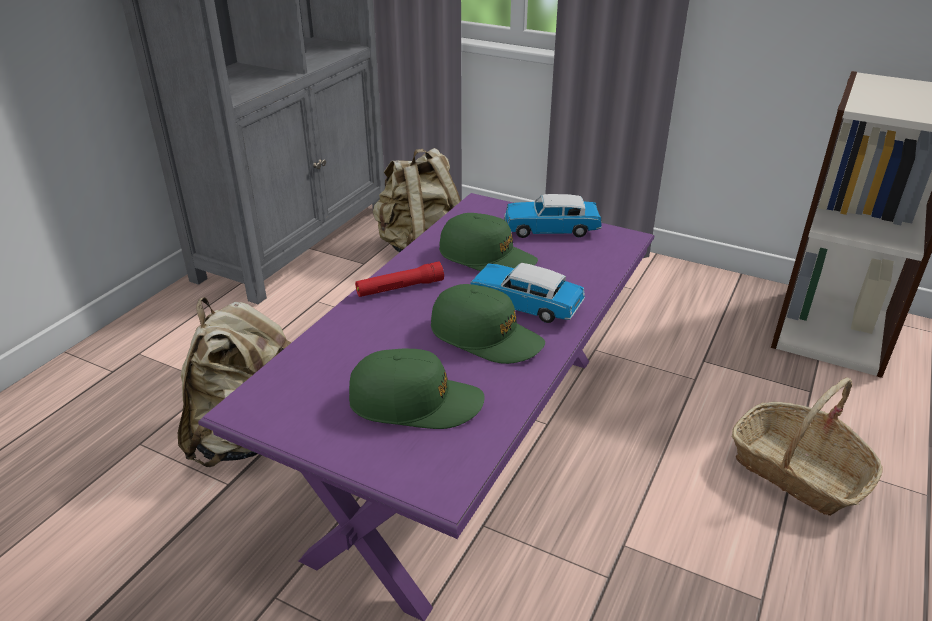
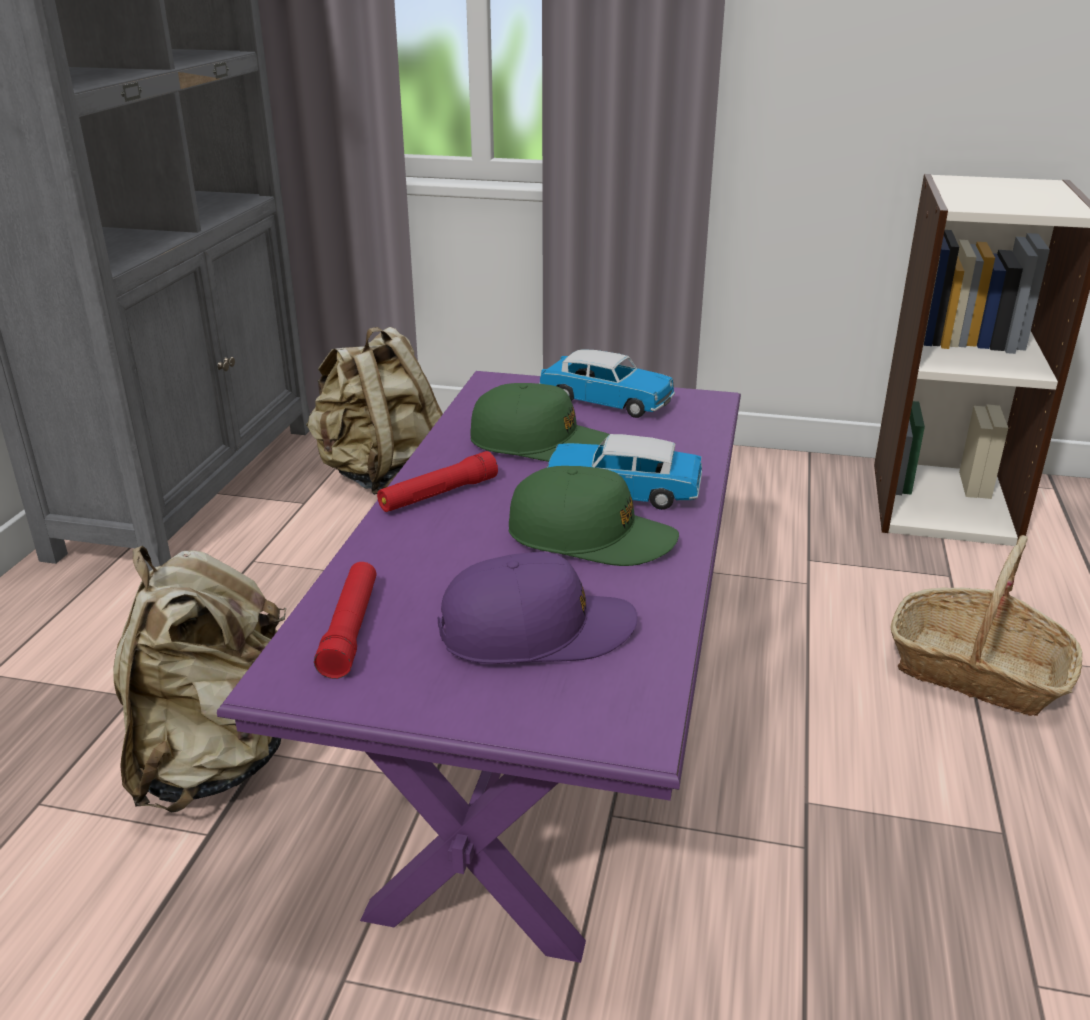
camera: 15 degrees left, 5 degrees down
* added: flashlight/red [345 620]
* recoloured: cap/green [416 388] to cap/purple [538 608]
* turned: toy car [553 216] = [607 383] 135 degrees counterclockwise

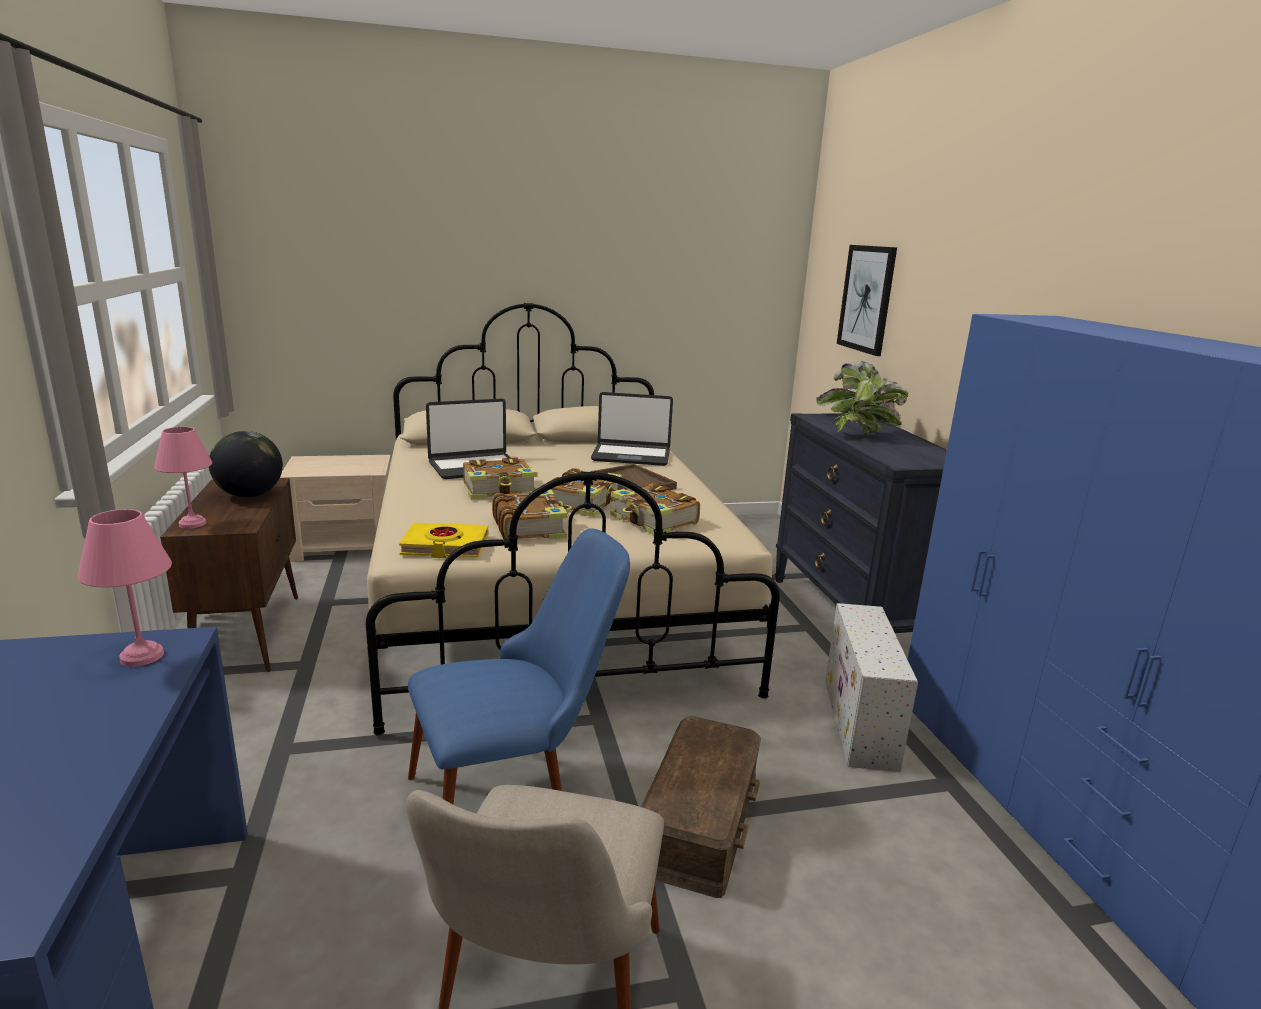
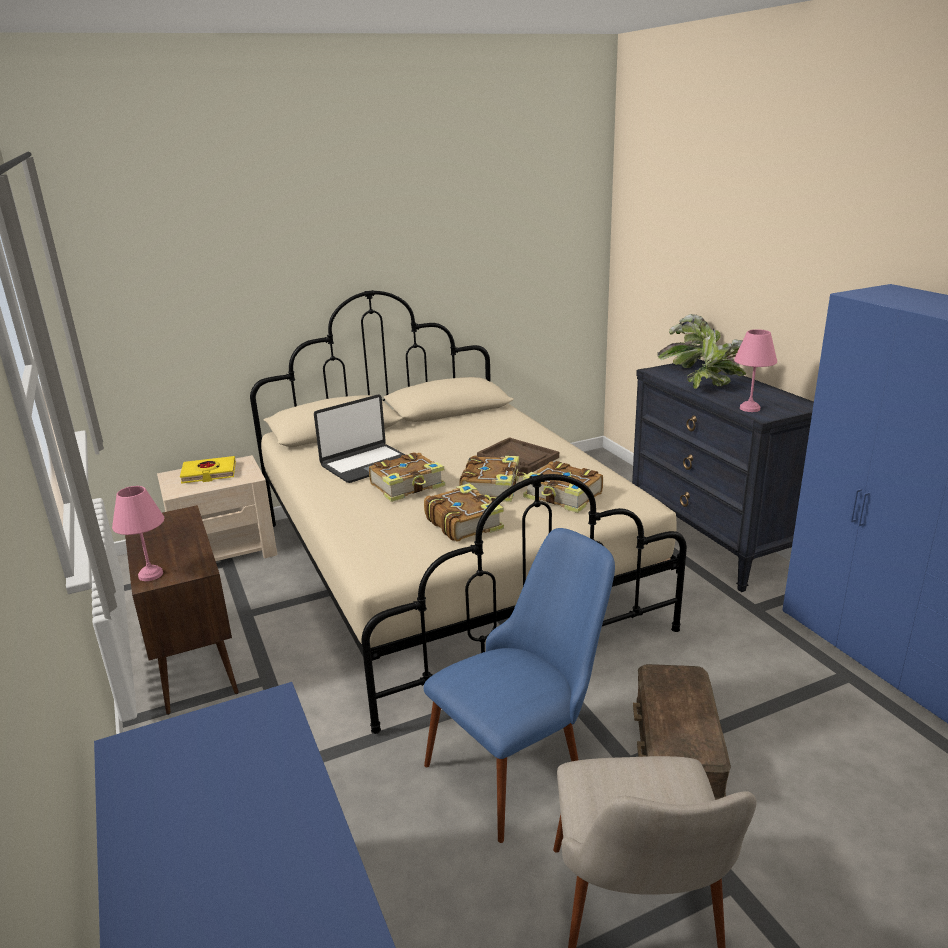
camera: 10 degrees left, 5 degrees up
* moved: book/yellow [443 540] to [208 470]
* moved: table lamp/pink [124 588] to [755 370]
* removed: globe [246 464]
* removed: laptop [632 429]
* removed: storage box/white [871 687]
* removed: picture [867 300]

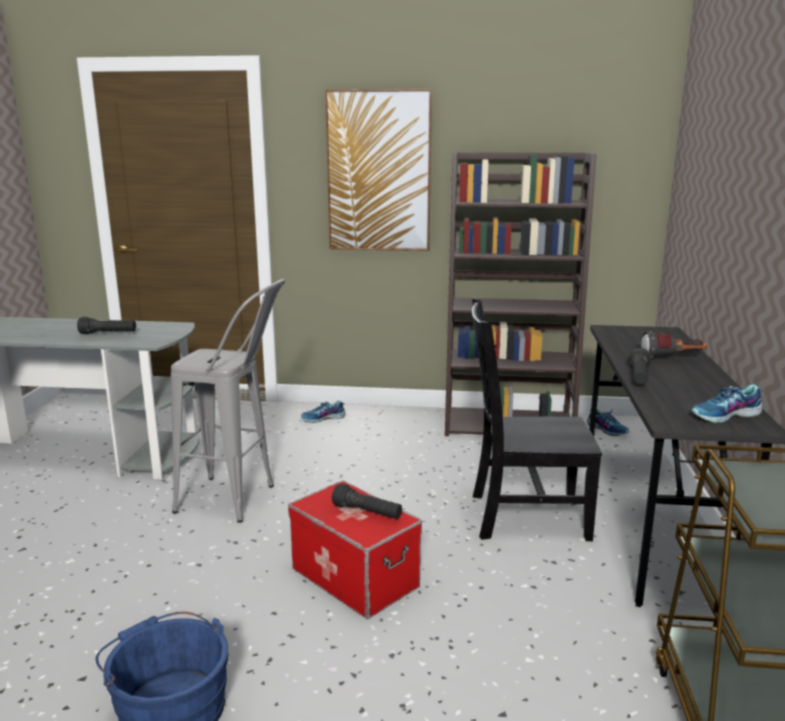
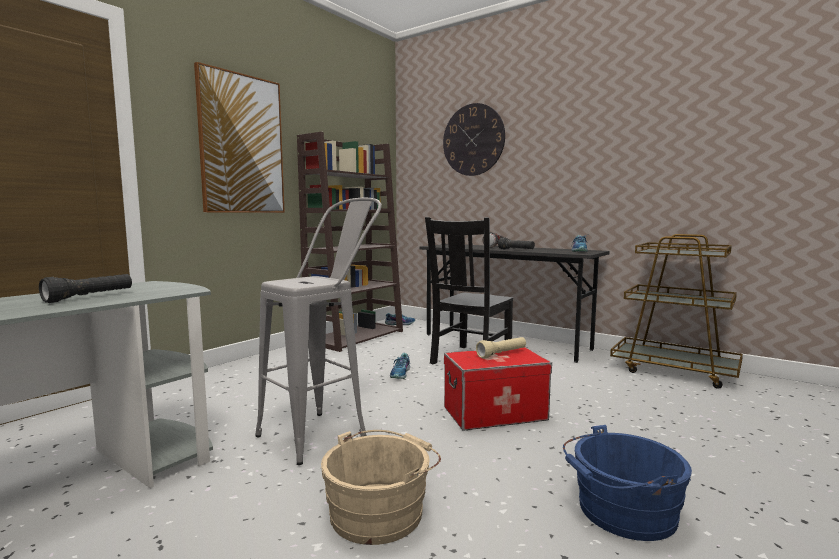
camera: 60 degrees left, 10 degrees down
* added: bucket/beige [381 487]
* moved: shoe [323 411] to [400 366]
* added: wall clock [474 139]
* recoloured: flashlight/black [367 501] to flashlight/beige [501 348]

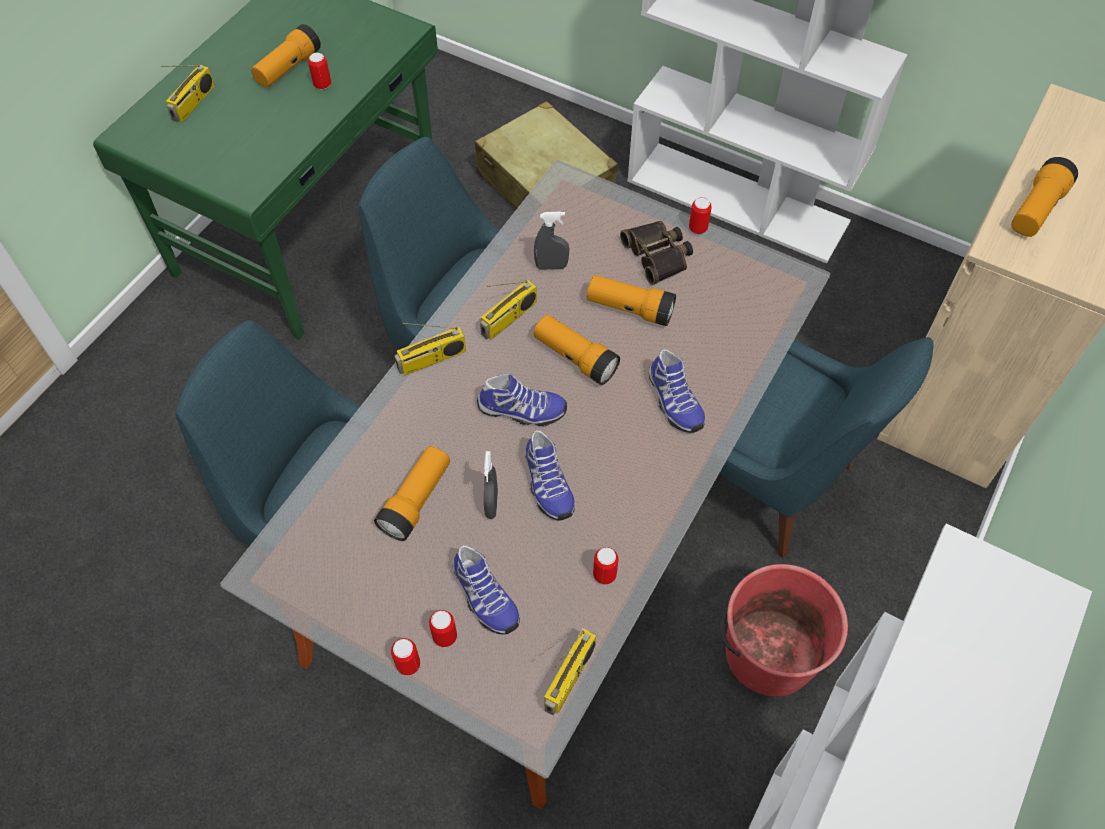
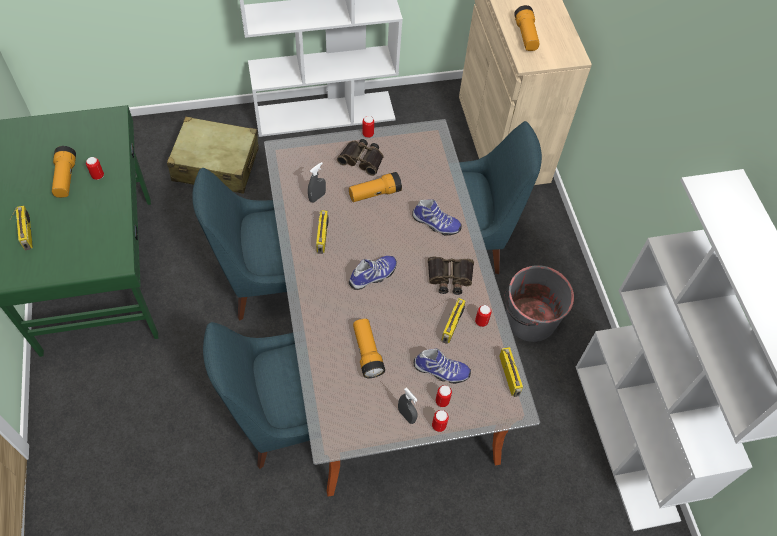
camera: 45 degrees left, 0 degrees up
* moved: spray bottle/grey [491 485] to [408 406]
* added: binoculars [451 275]
* moved: radio [430 349] to [454 321]
* recoloured: bucket/red [784 630] to bucket/grey [539 303]
* removed: shoe [550 475]
* removed: flashlight [577 350]

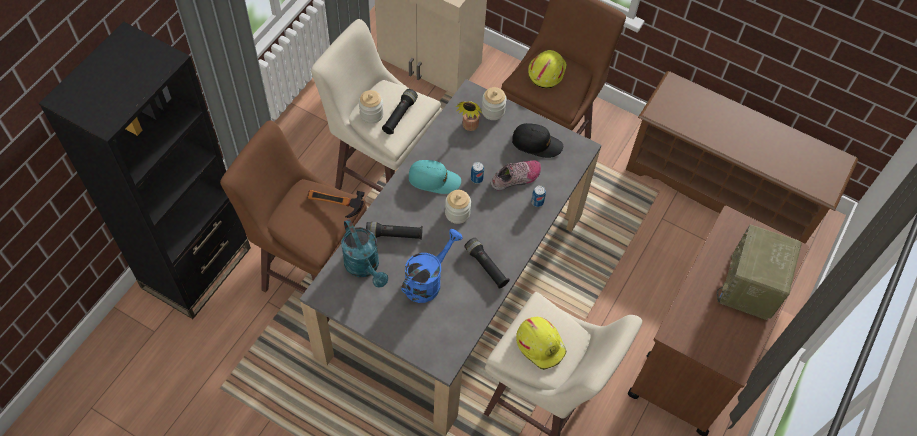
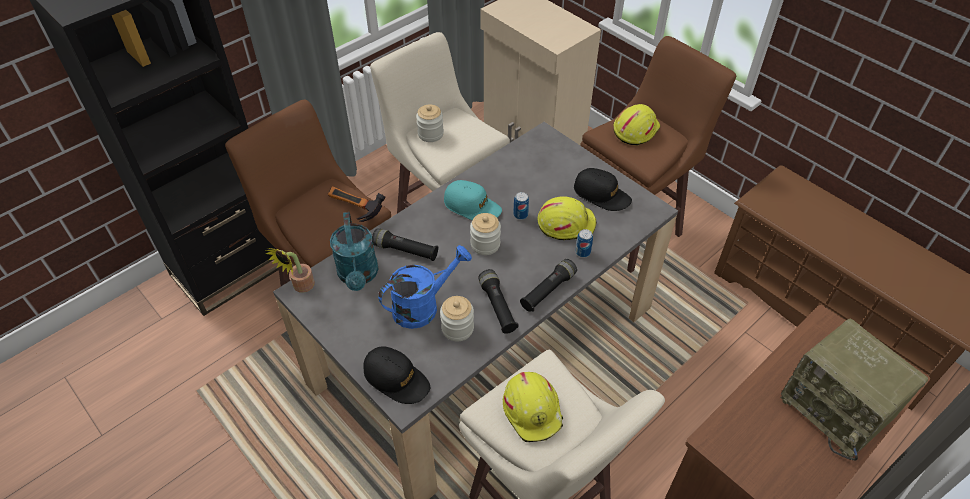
camera: 20 degrees right, 10 degrees down
* moved: potted plant [469 116] to [290 270]
* added: cap/black [396 375]
* moved: jar [494 103] to [457 318]
* moved: flashlight/black [400 112] to [548 285]
* replaced: shoe [516 175] to hard hat/yellow [567 218]
* turned: radio [759 272] = [854 390] 75 degrees counterclockwise

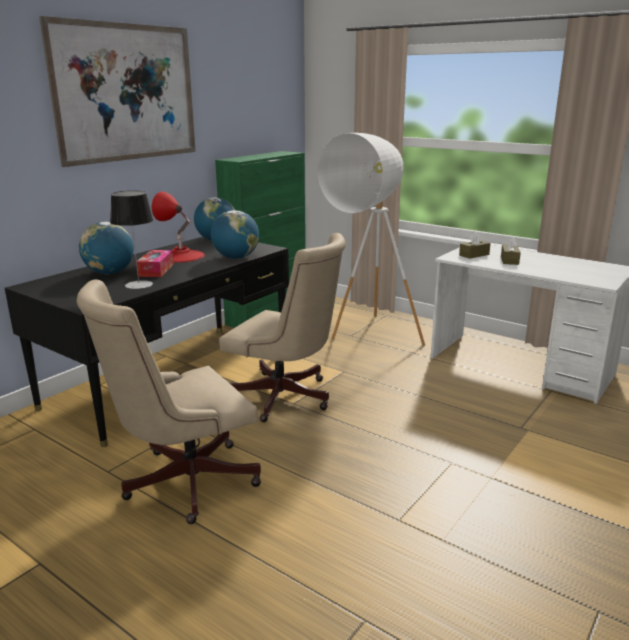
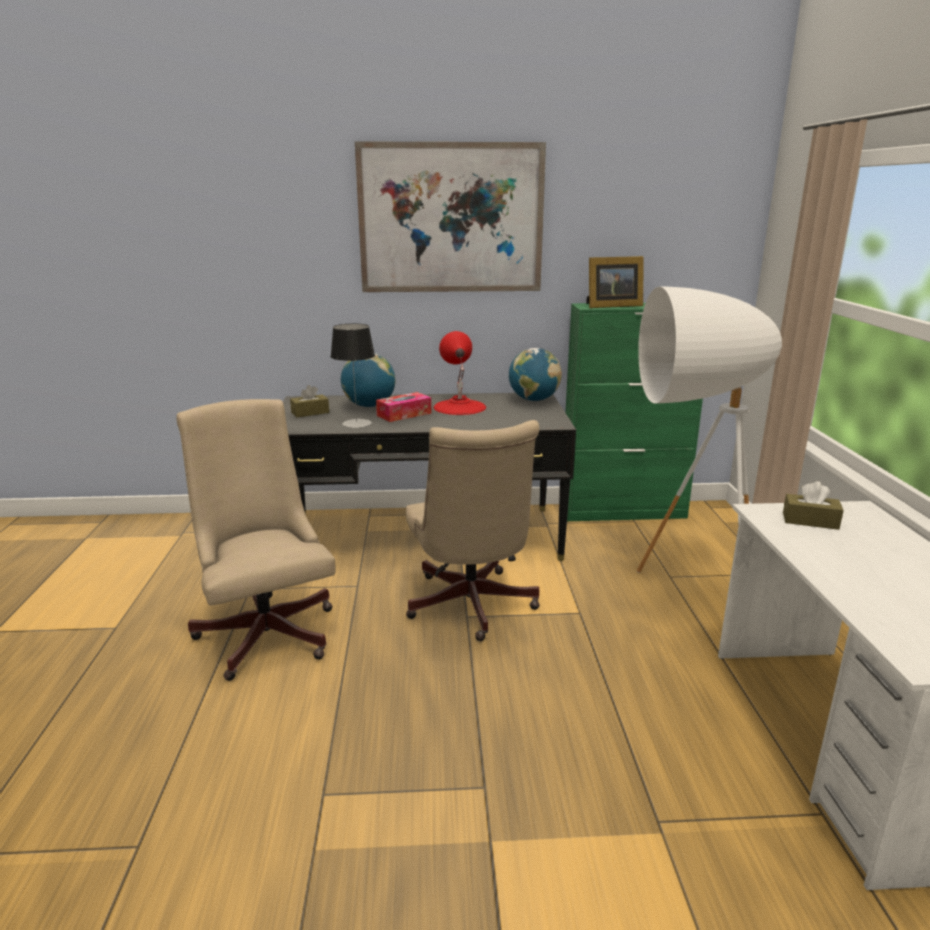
camera: 50 degrees right, 0 degrees up
* turned: office chair/beige [169 401] = [256 540] 45 degrees clockwise
* moved: tissue box/brown [511 251] to [309 401]
* added: picture frame [615 282]
* removed: globe [235 234]

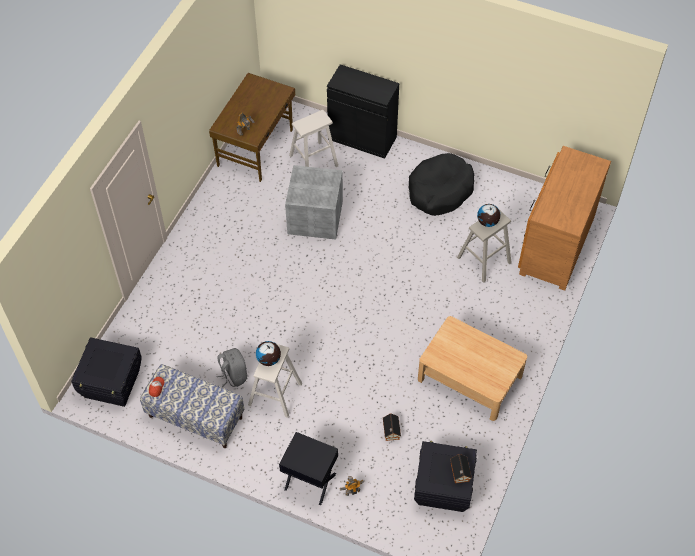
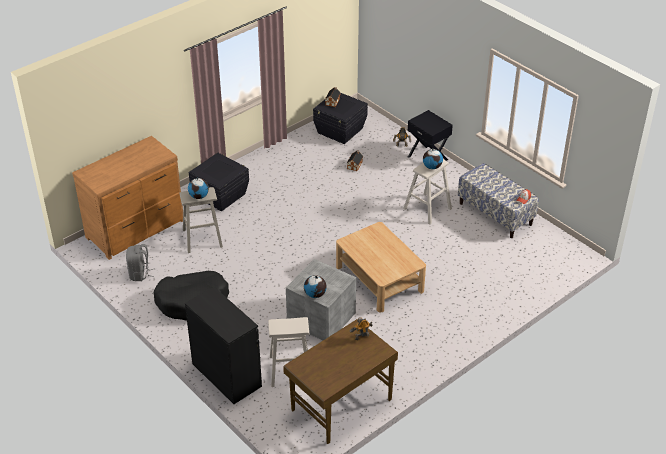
camera: 155 degrees left, 15 degrees down
* moved: backpack/grey [231 367] to [140 262]
* moved: storage box/black [106 372] to [219 182]
* added: globe [315 286]
* moved: coffee table/beige [472 368] to [381 267]

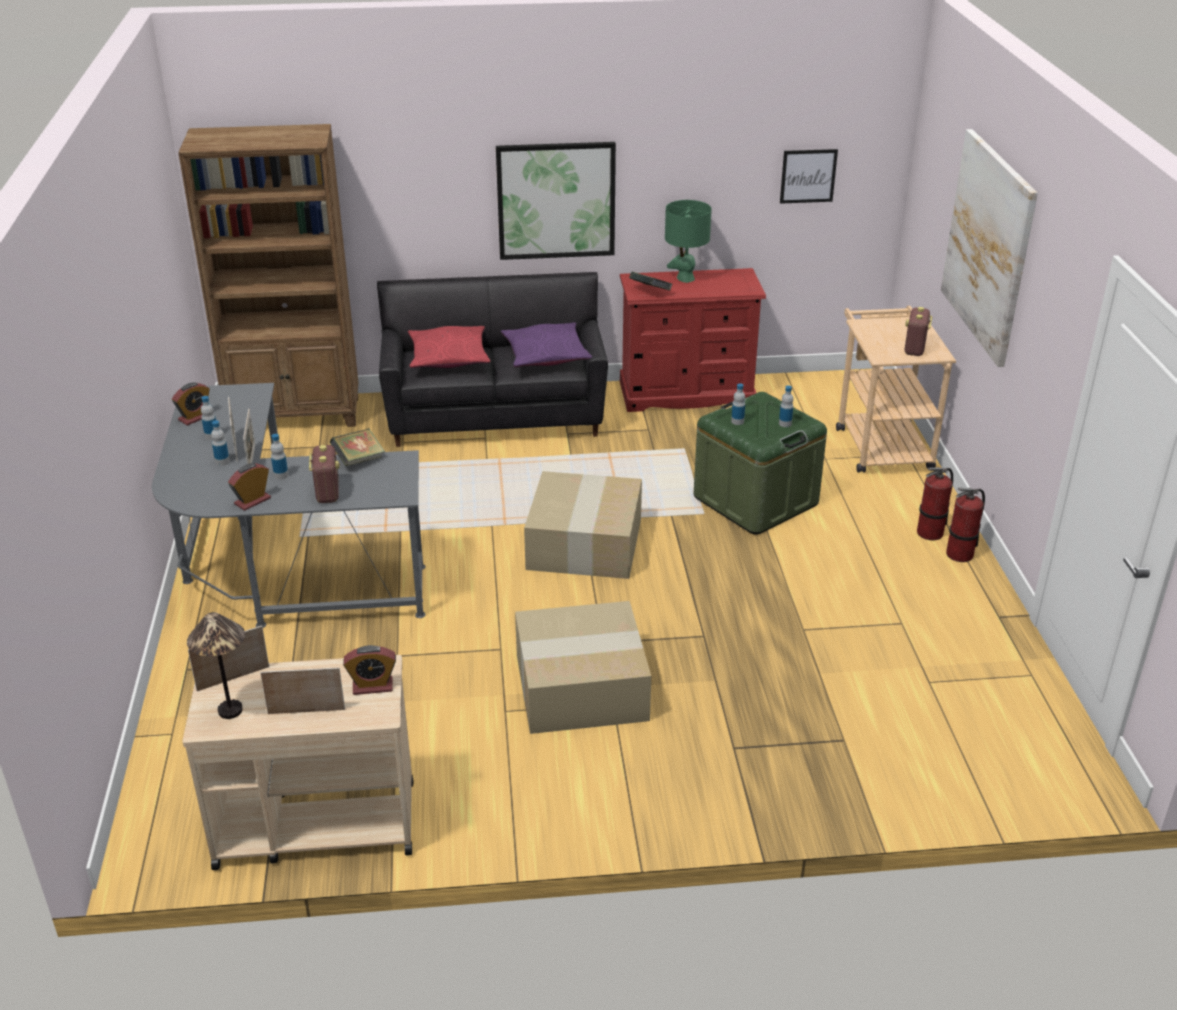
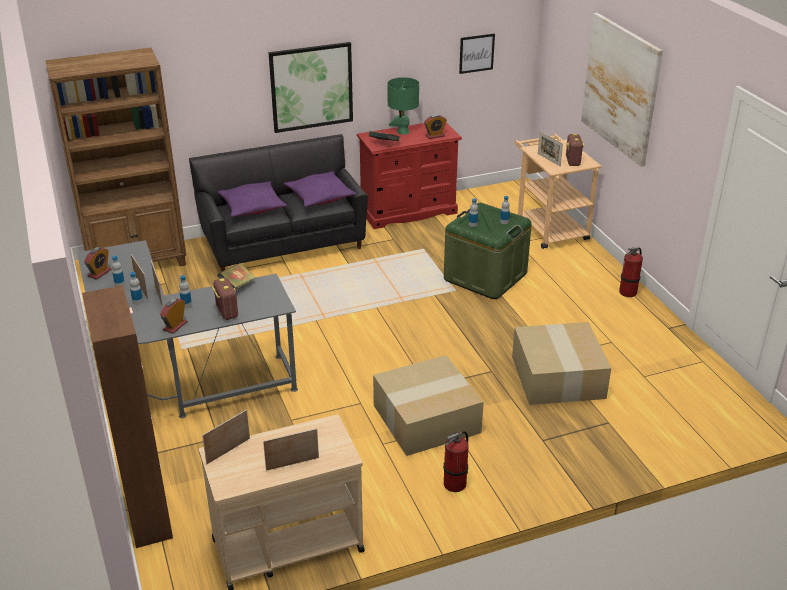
camera: 15 degrees left, 0 degrees up
* added: cabinet/brown [127 416]
* recoloured: pillow/red [449 347] to pillow/purple [252 199]
* moved: alarm clock [369 670] to [435 126]
* moved: fire extinguisher [935 503] to [456 461]
* moved: cardboard box [583 525] to [561 363]
* added: picture frame [550 149]
* removed: table lamp [216 665]

